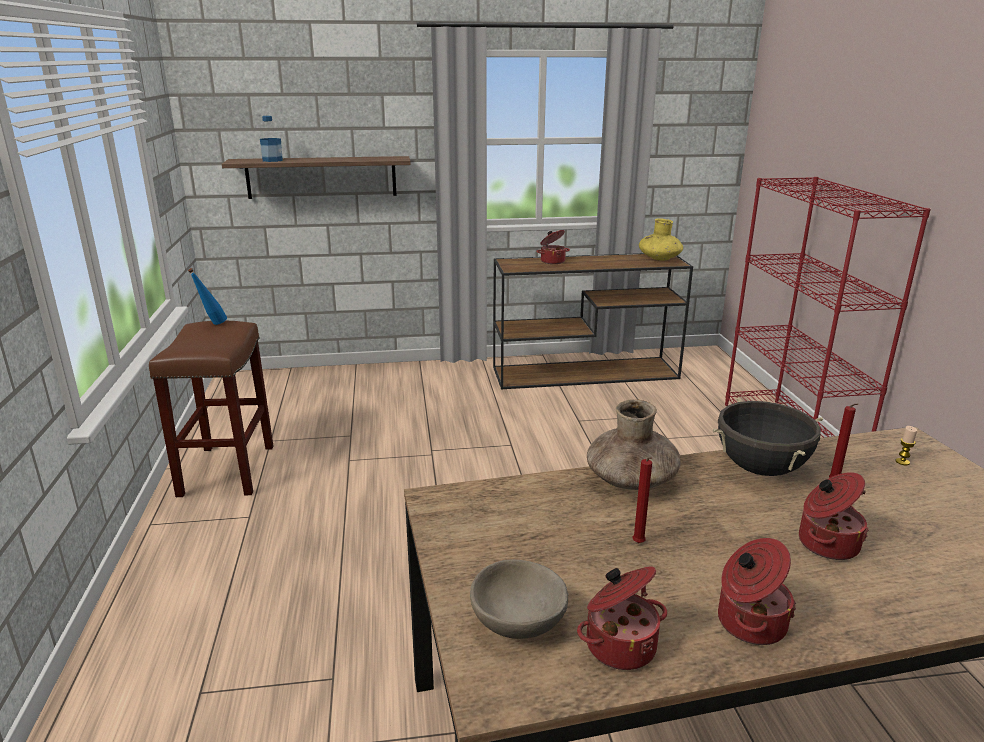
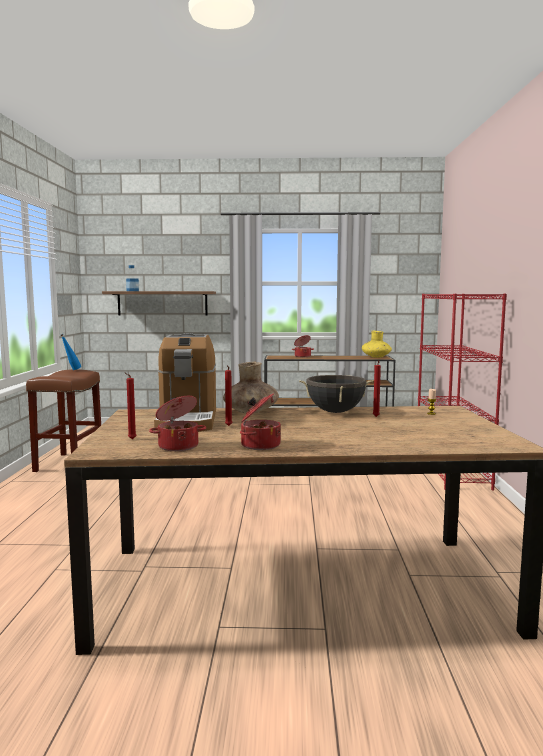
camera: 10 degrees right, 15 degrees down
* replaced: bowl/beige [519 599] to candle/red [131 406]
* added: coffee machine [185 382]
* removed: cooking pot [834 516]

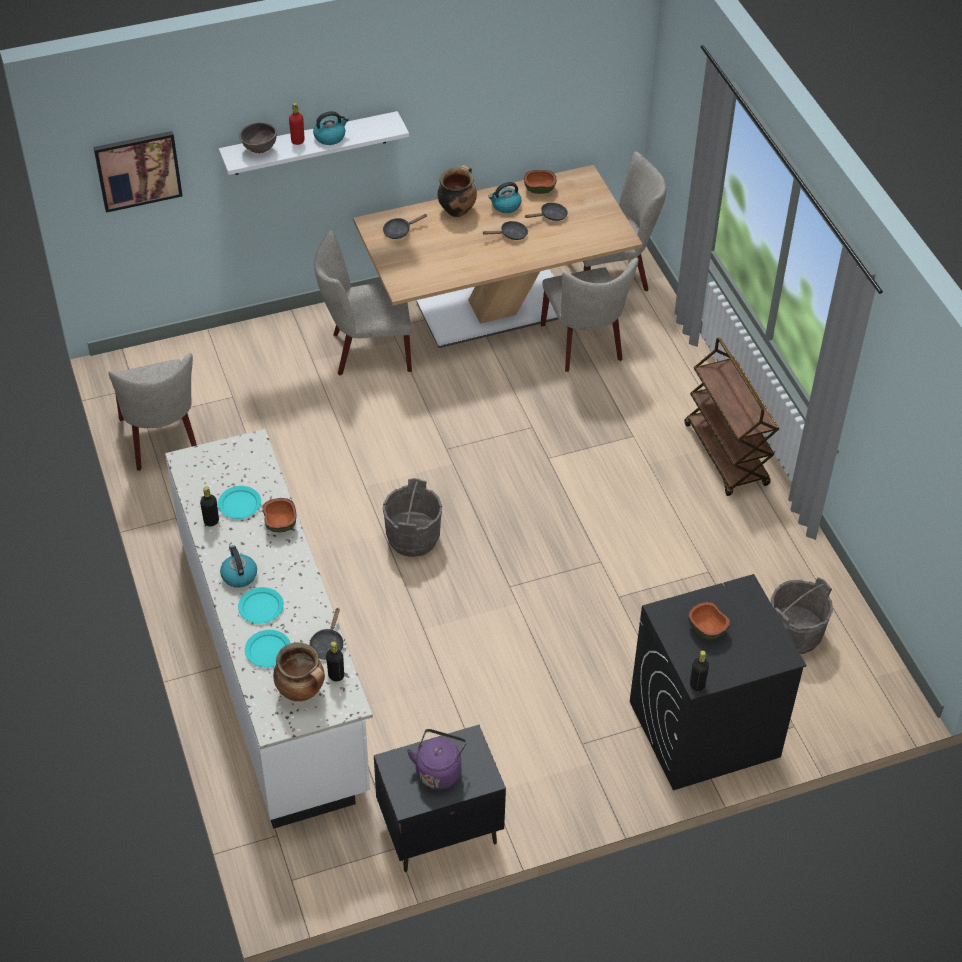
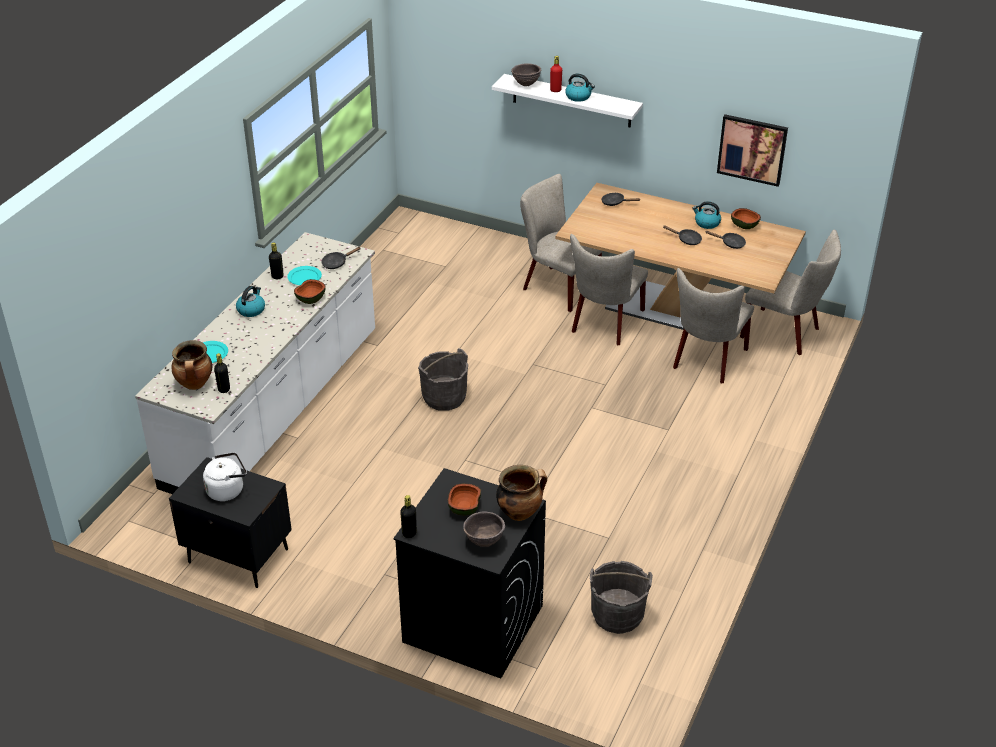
camera: 45 degrees right, 10 degrees down
* recoloured: kettle/purple [436 759] to kettle/white [225 476]
* moved: frying pan/black [326 633] to [341 258]
* added: bowl/brown [484 529]
* moved: cooking pot [457 191] to [521 493]
* moved: chair/beige [153 412] to [609 290]
* moved: picture [138 172] to [752 150]
* removed: plate/turquoise [261 605]
* removed: cart/brown [731 417]

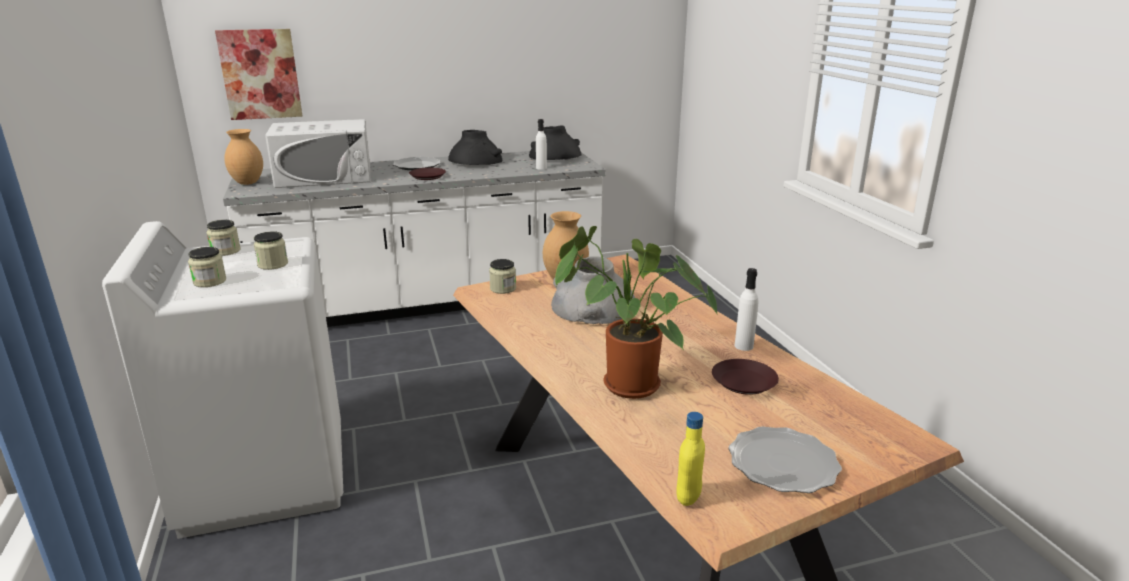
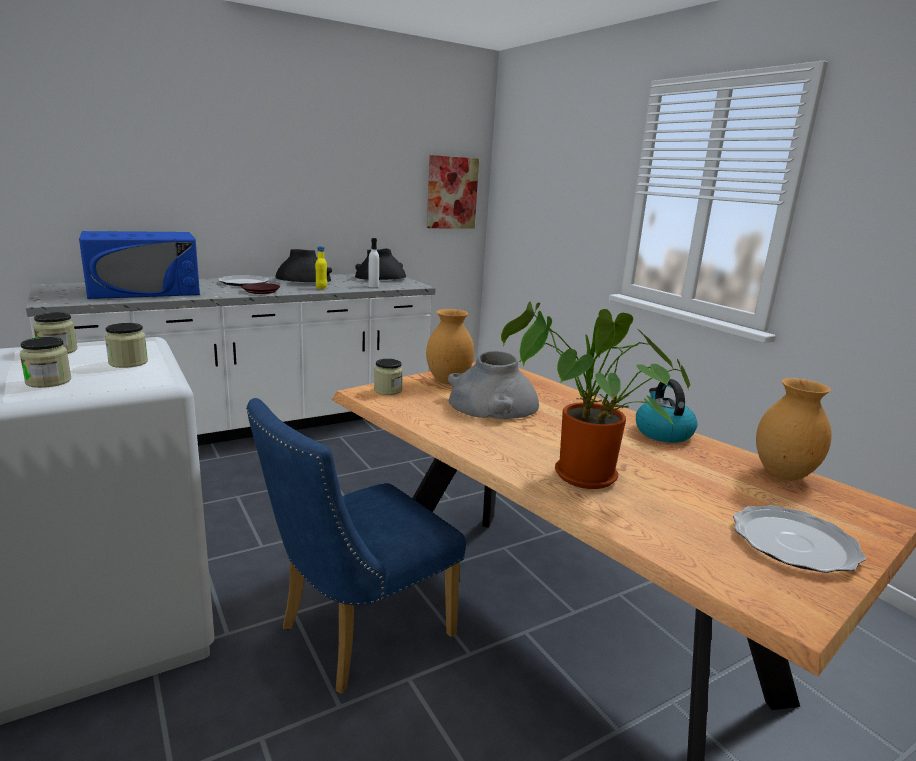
camera: 15 degrees left, 5 degrees down
* recoloured: microwave/white [318 153] to microwave/blue [139 265]
* added: chair/blue [356 546]
* moved: bottle/yellow [691 459] to [321 267]
* moved: picture [258 74] to [453 192]
* replaced: bottle/white [746 309] to kettle [666 411]
* moved: vase/brown [244 157] to [794 429]
* removed: plate/brown [745 377]

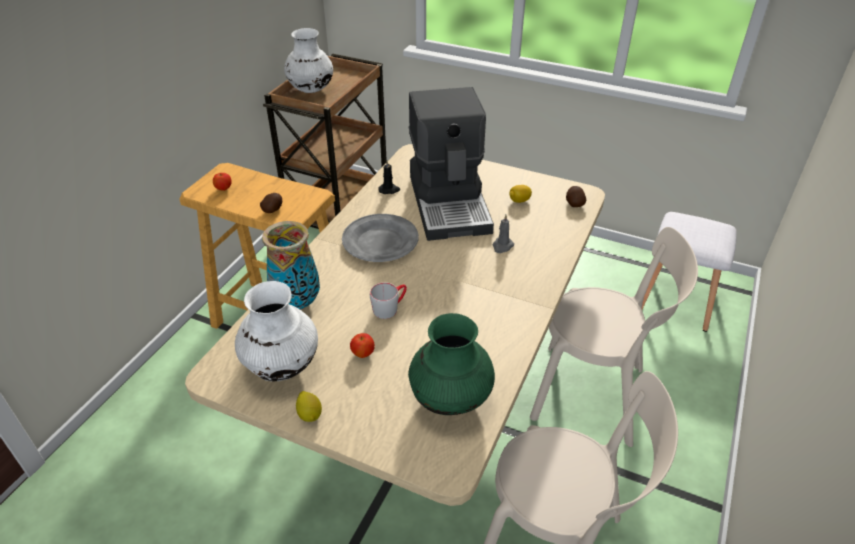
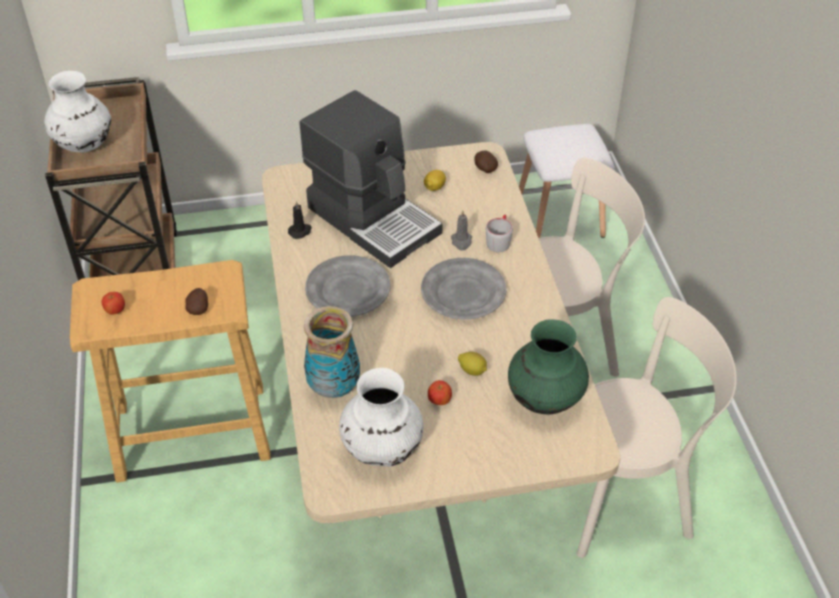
camera: 35 degrees left, 5 degrees up
* added: plate/grey [464 289]
* moved: lemon [309 406] to [472 364]
* moved: mug/grey [388 300] to [499 233]

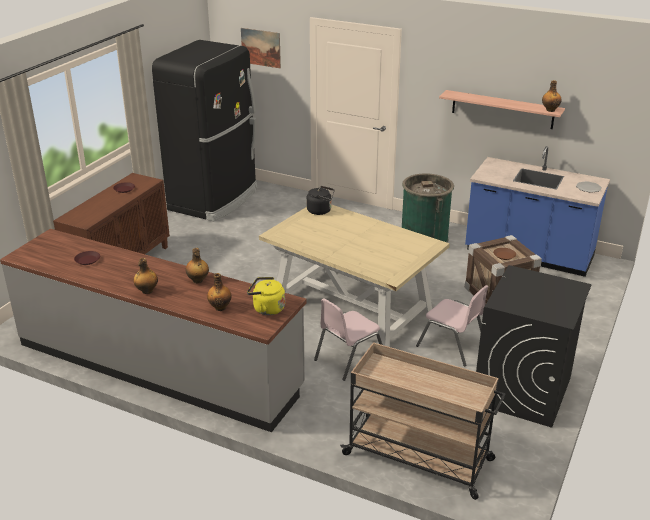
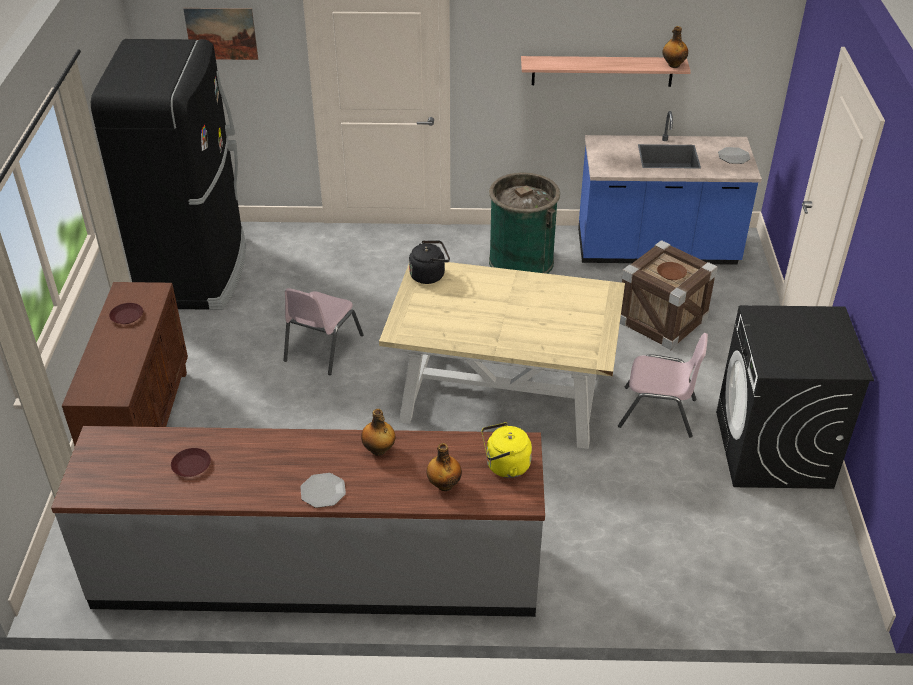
camera: 25 degrees left, 10 degrees up
* moved: chair/pink [348 340] to [323 331]
* replaced: bottle [146 276] to plate [323 490]
* removed: cart/beige [423 421]

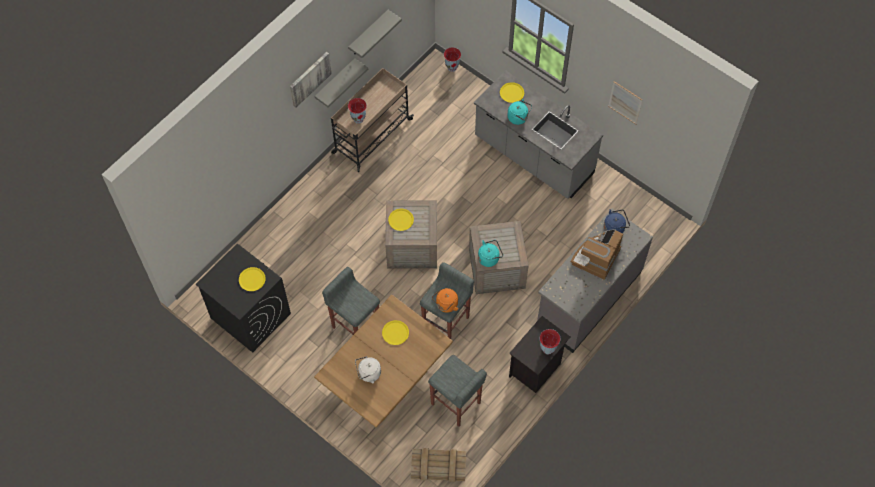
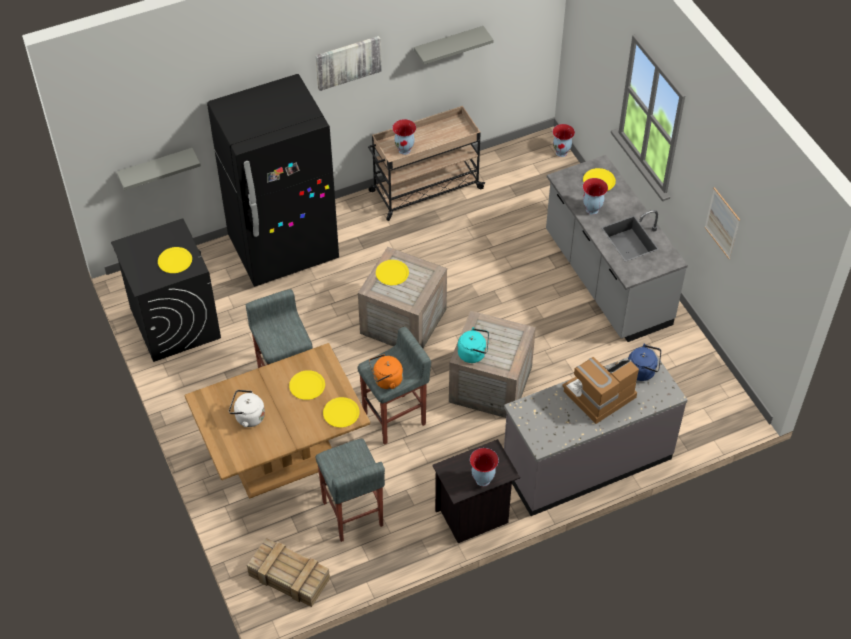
camera: 25 degrees right, 10 degrees down
* moved: shelf/grey [341 83] to [159 169]
* added: fridge/black [273 180]
* added: plate/yellow [341 412]
* replaced: kettle/turquoise [519 112] to vase [595 196]

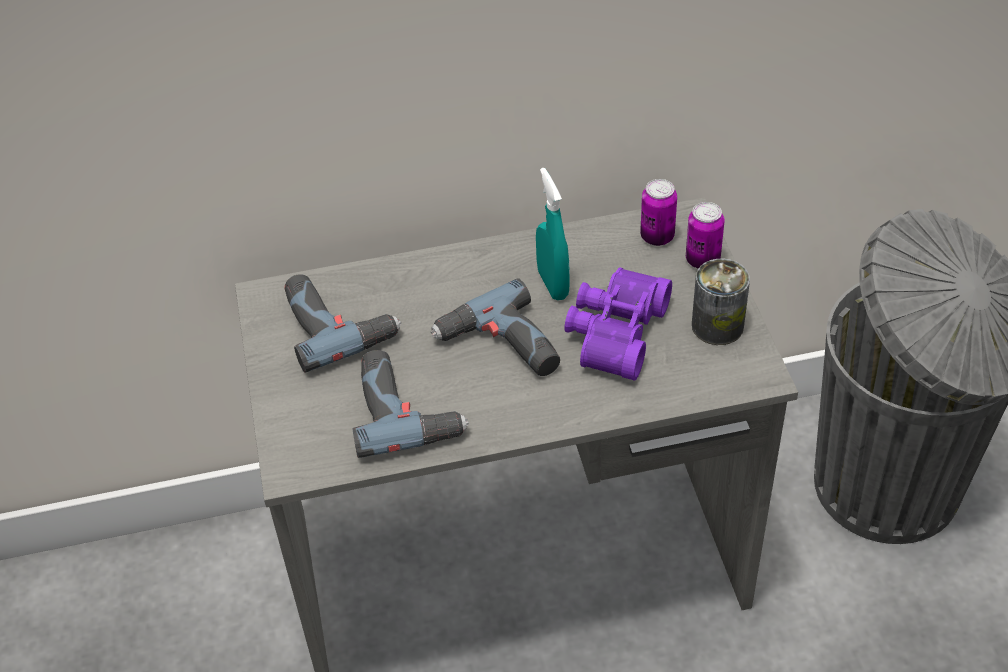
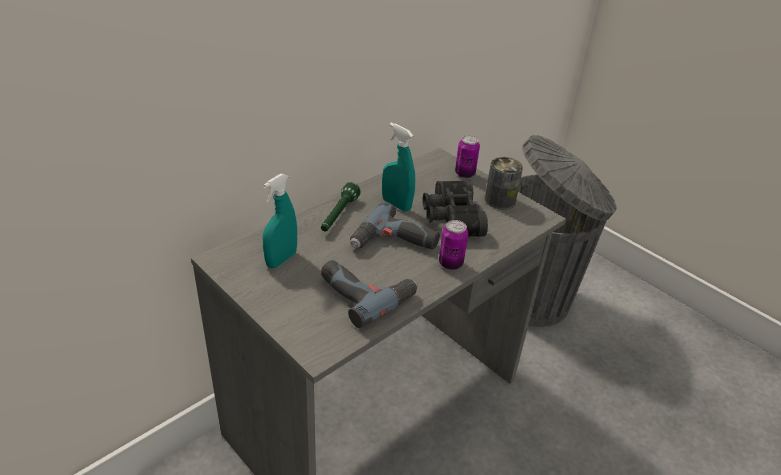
camera: 35 degrees left, 10 degrees down
* replaced: power drill [342 323] to spray bottle/turquoise [279 221]
* added: flashlight/green [341 206]
* recoloured: binoculars/purple [618 324] to binoculars/black [455 208]
* moved: can [658 212] to [453 245]

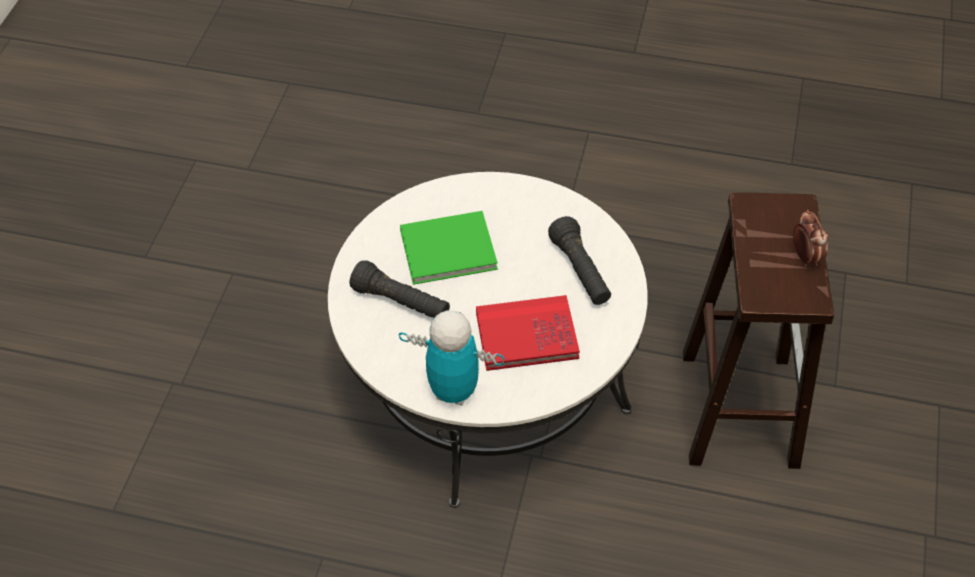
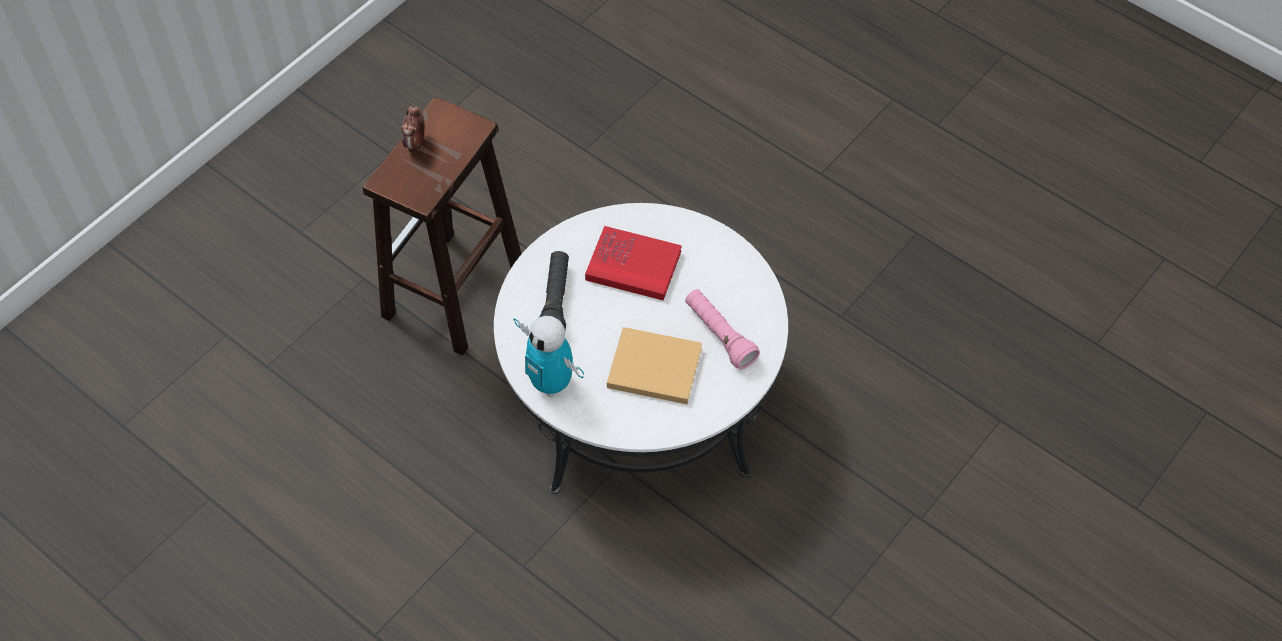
camera: 155 degrees left, 5 degrees up
* moved: toy robot [451 358] to [549 356]
* recoloured: book/green [449 248] to book/beige [654 365]
* recoloured: flashlight/black [400 289] to flashlight/pink [722 329]

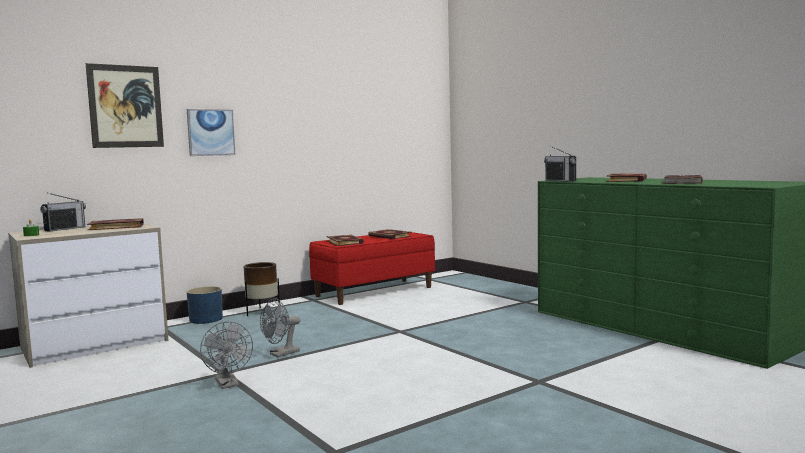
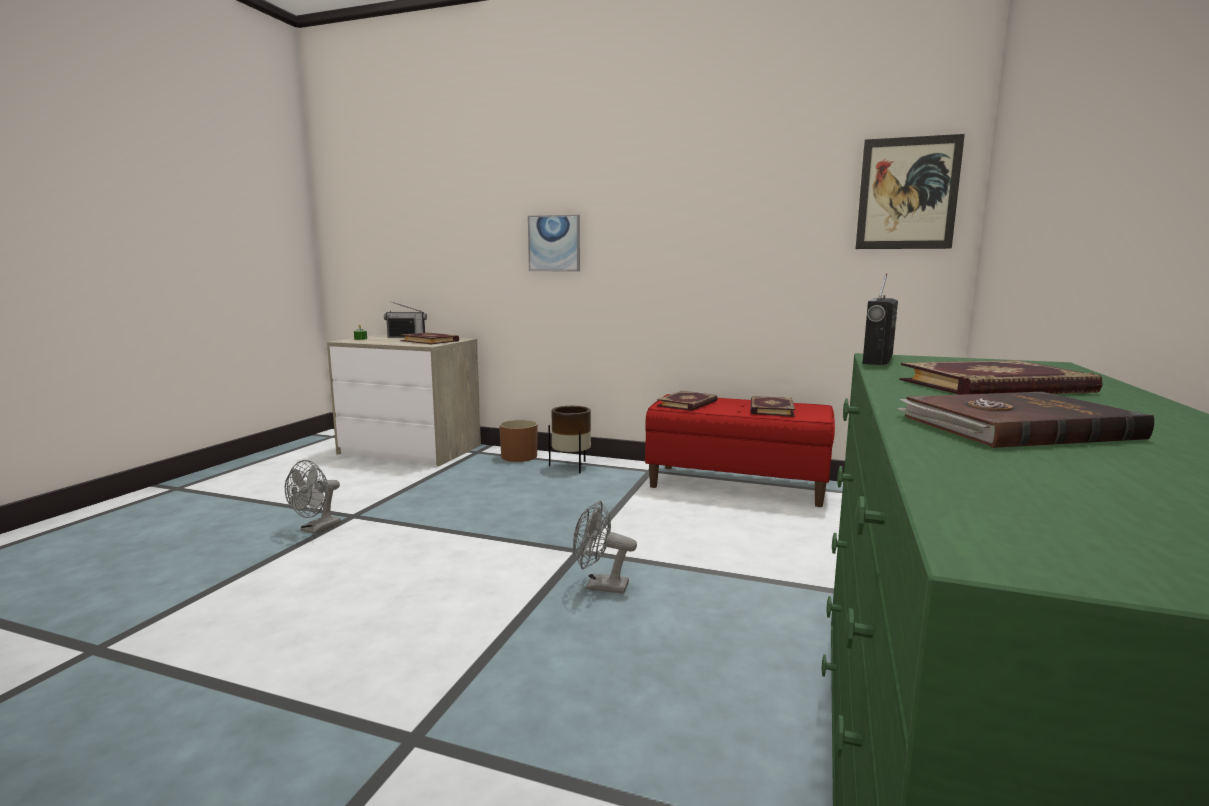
camera: 55 degrees right, 5 degrees up
* recoloured: planter/blue [205 305] to planter/brown [518 441]
* moved: fan/grey [280 328] to [605 547]
* moved: picture [125 105] to [910 191]

